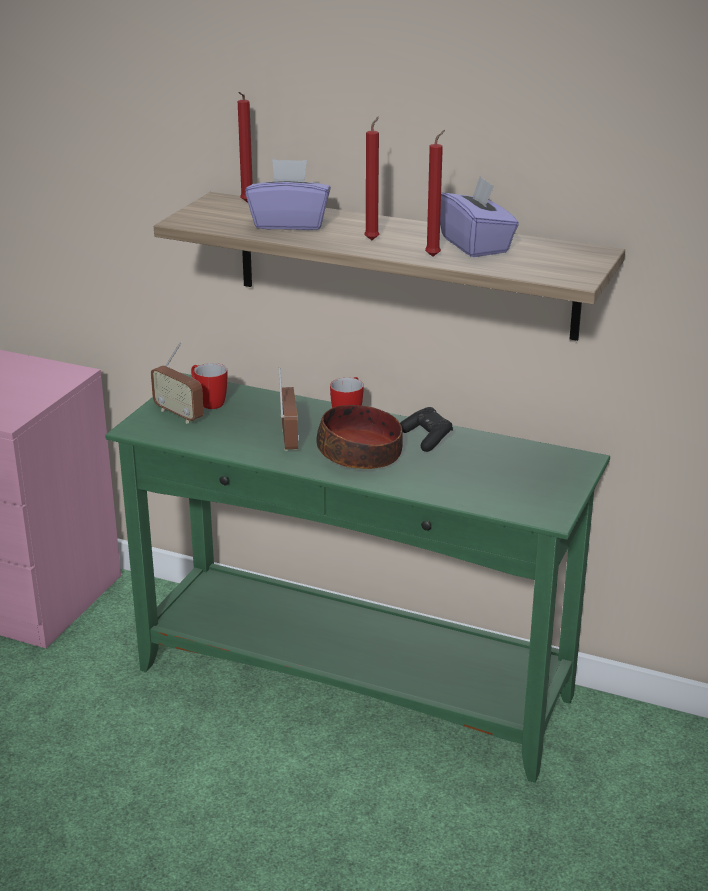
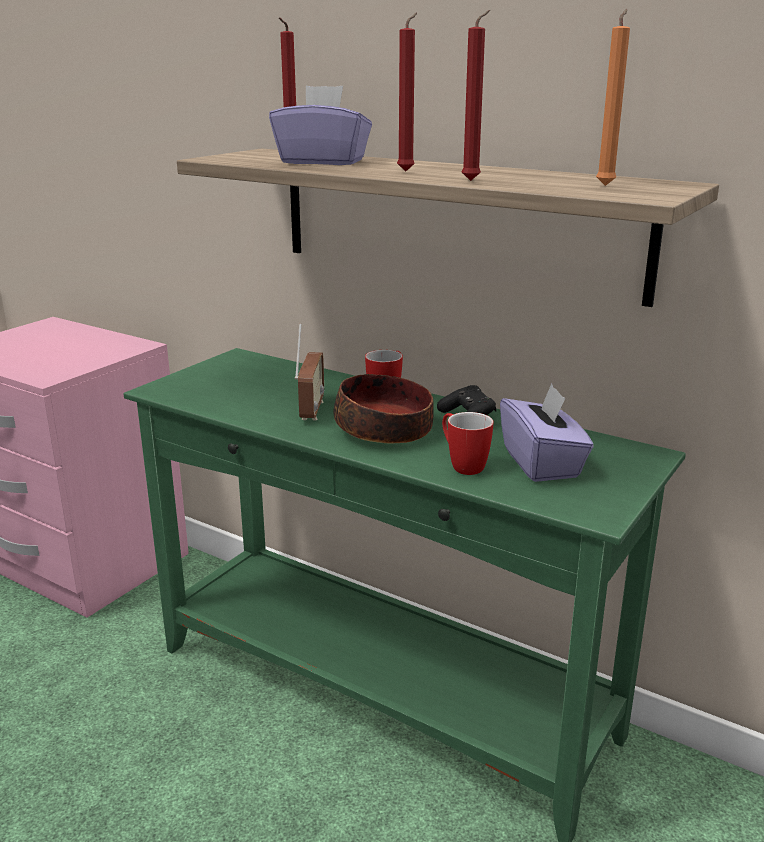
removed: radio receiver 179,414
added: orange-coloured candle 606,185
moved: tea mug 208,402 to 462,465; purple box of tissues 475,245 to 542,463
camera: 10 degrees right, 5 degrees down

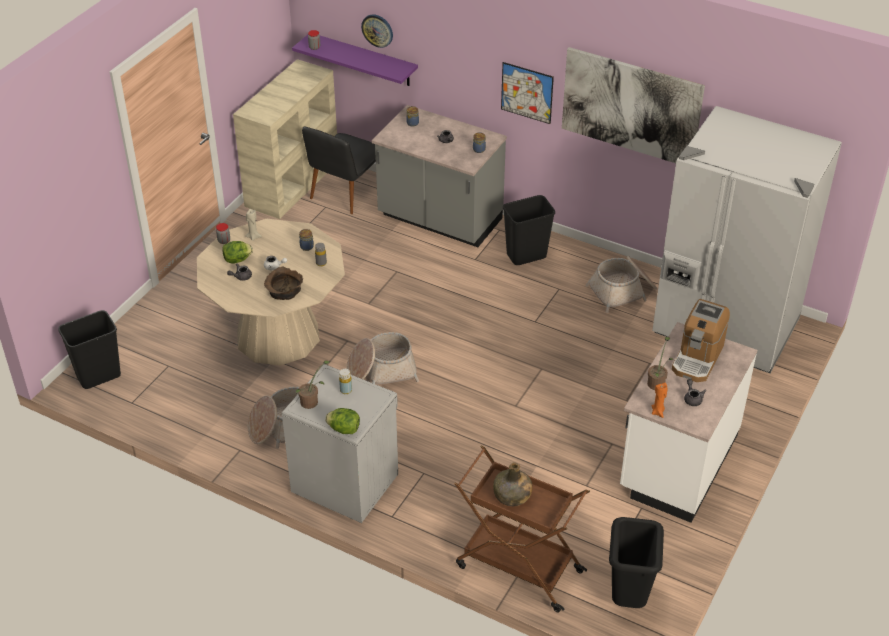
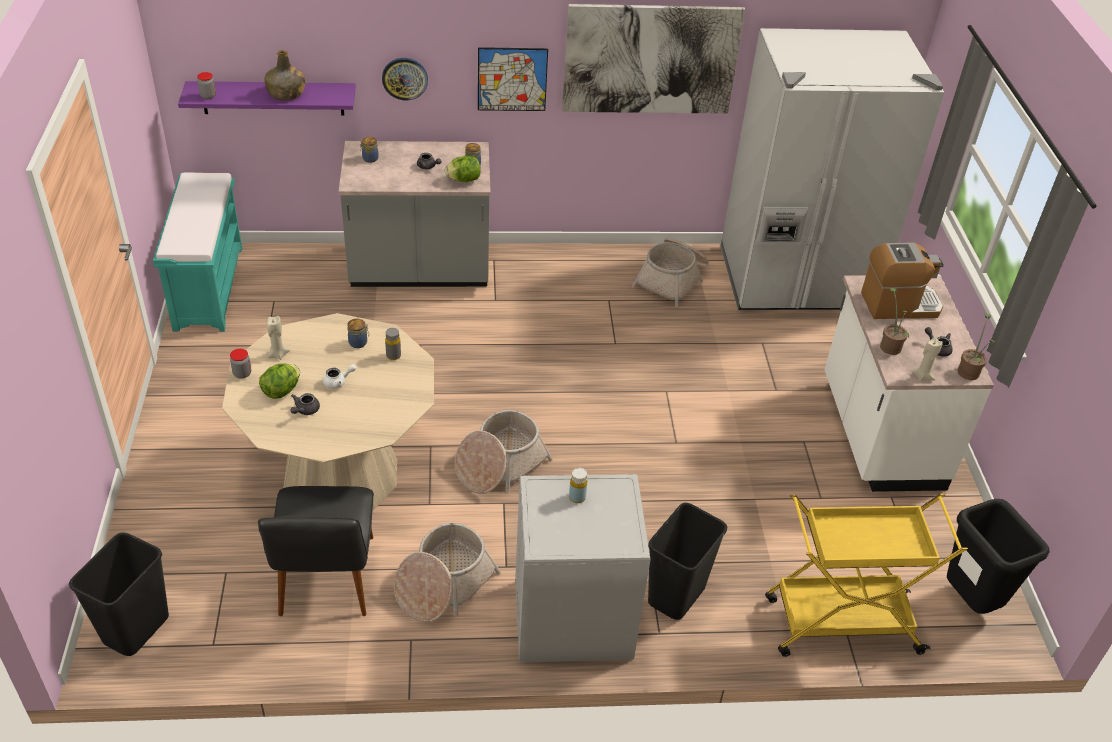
removed: brownish bowl 284,292
moved: blackish chair 346,191 to 327,575; green-coloured bottle 512,496 to 286,94; hanging clock 377,30 to 405,78; lettuce 344,429 to 464,180; blackish trash can 526,255 to 675,594; potted plant 312,401 to 969,370
replaced: beige-coloured bookcase 291,183 to turquoise-coloured indoor bench 208,287
recoloured: brownish cart 518,569 to yellow cart 841,625; orange-coloured candle 658,412 to beige-coloured candle 922,376
turned: coffee machine 697,358 = 899,305 90 degrees counterclockwise
camera: 35 degrees left, 0 degrees up

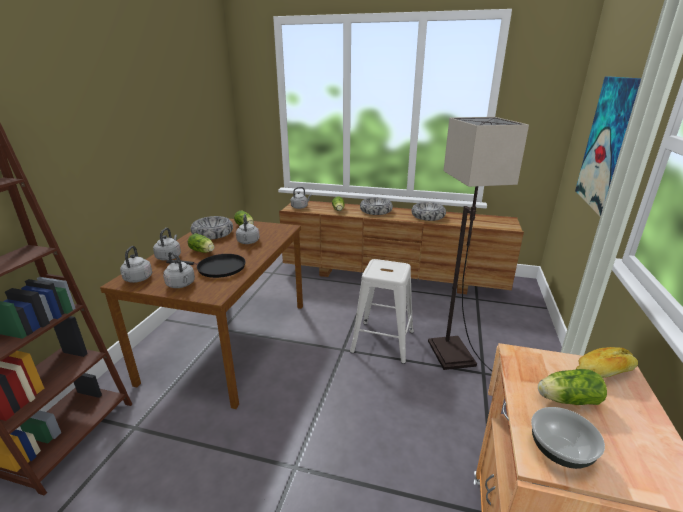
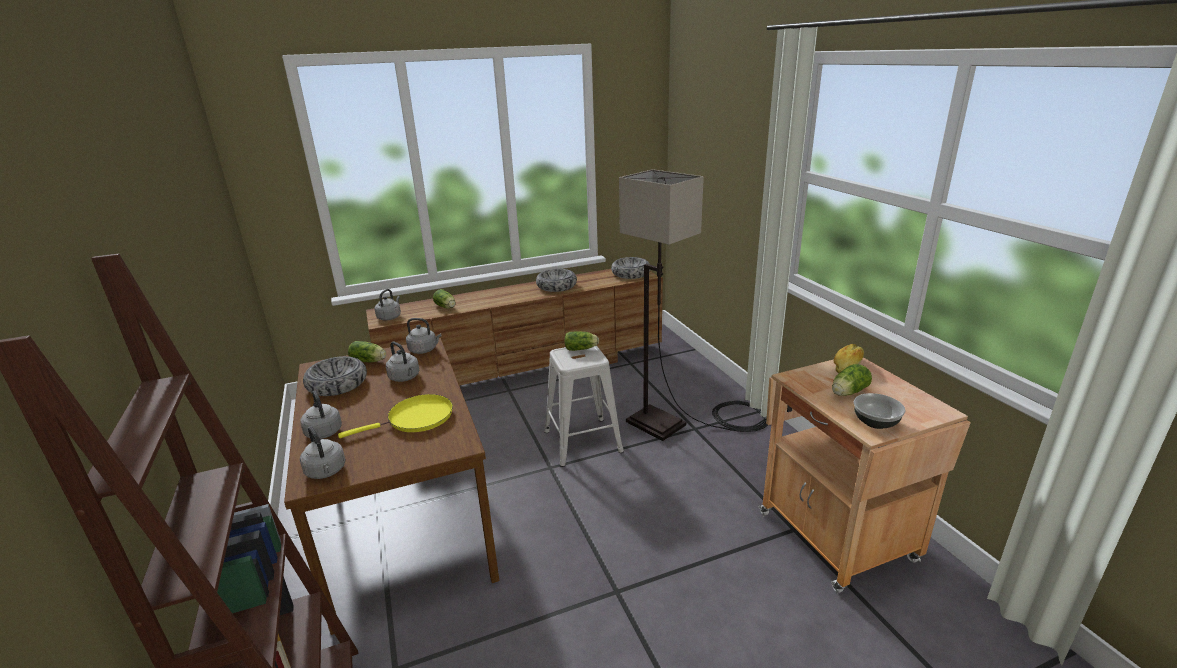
removed: wall picture 609,144
moved: greyish tea kettle 181,284 to 424,350; lettuce 203,251 to 582,349; bowl 375,211 to 630,274
recoloured: blackish skillet 218,268 to yellow skillet 416,419
camera: 35 degrees left, 0 degrees up

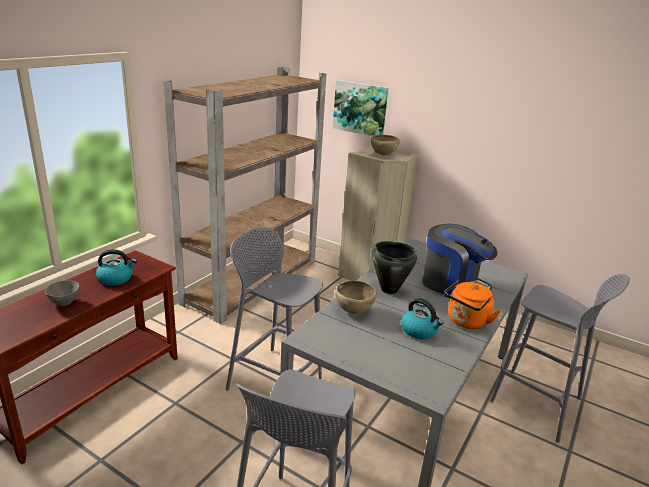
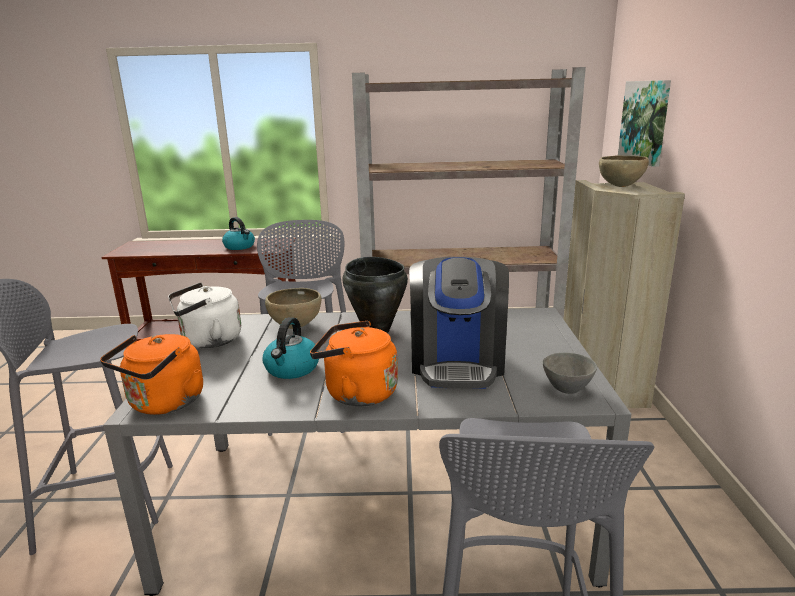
added: orange-coloured tea kettle 164,404; white-coloured tea kettle 208,341
moved: greyish bowl 65,303 to 567,389
camera: 60 degrees right, 5 degrees down

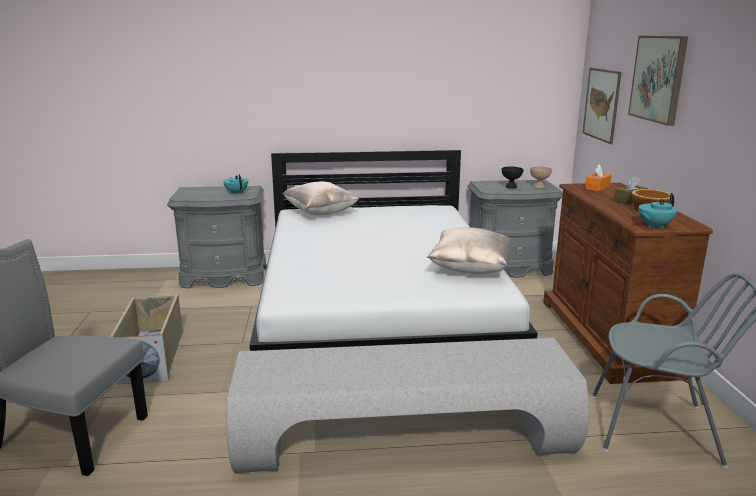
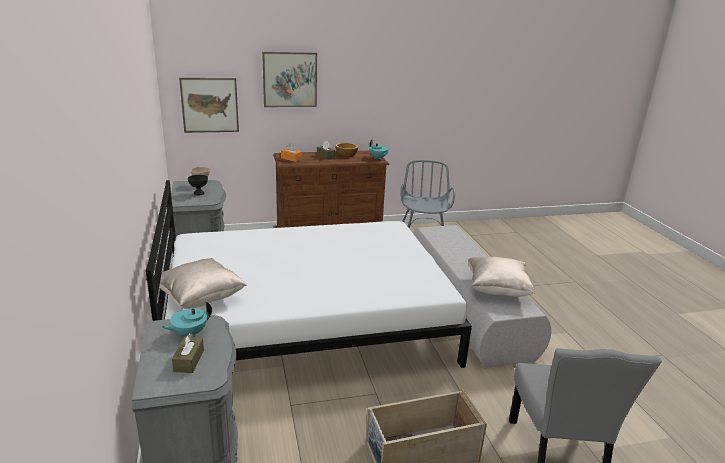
added: brownish box of tissues 189,361
moved: beige-coloured pillow 470,269 to 497,290
camera: 100 degrees left, 5 degrees up

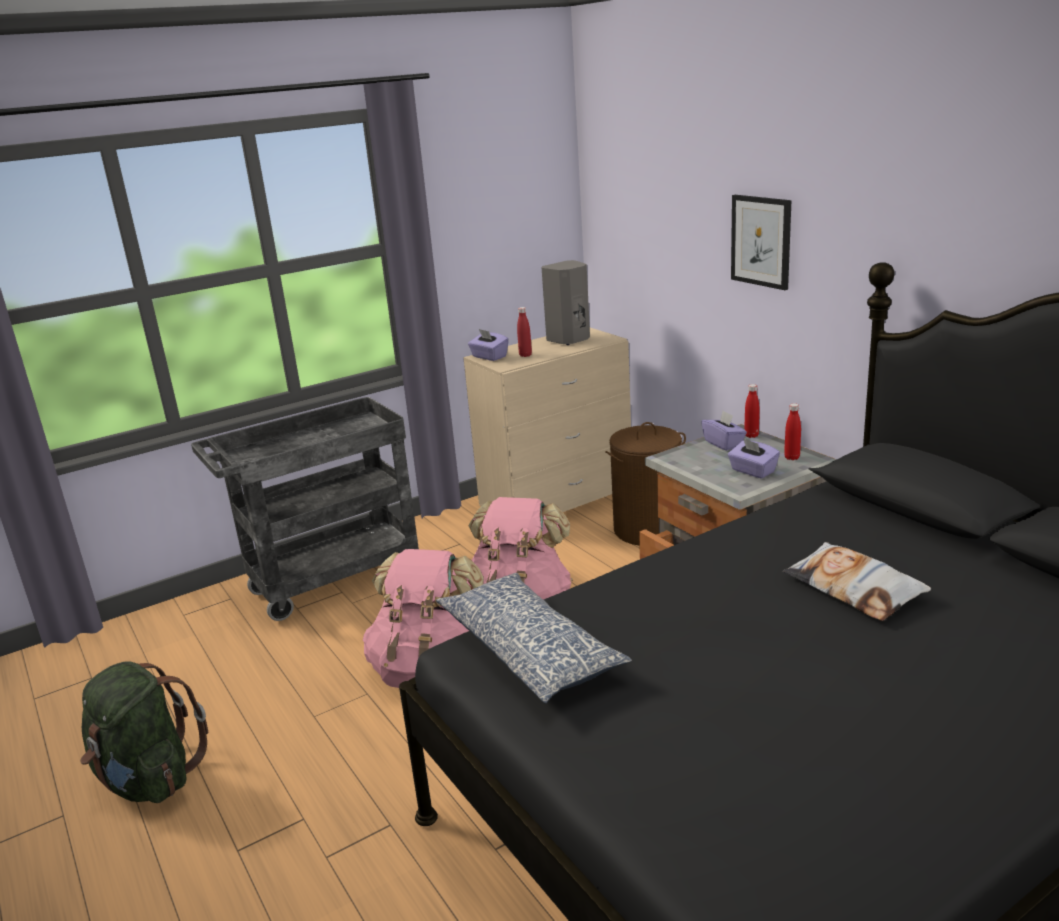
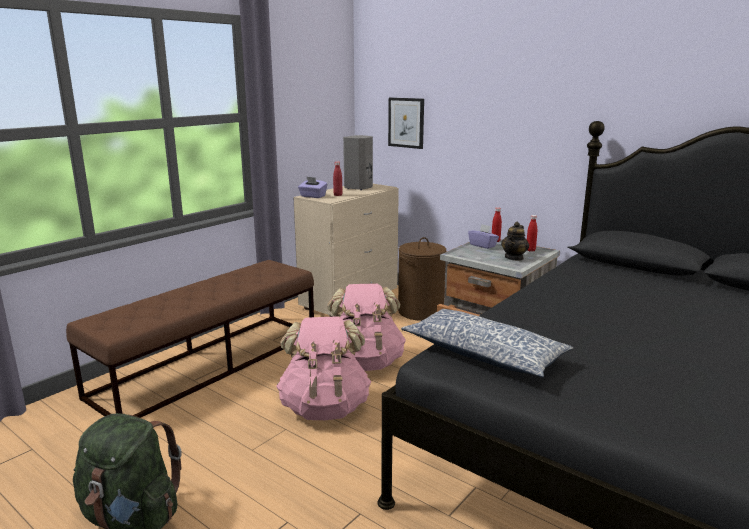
removed: pillow 854,589
moved: wall picture 761,241 to 406,122
replaced: blackish cart 328,586 to brownish indoor bench 210,363; purple box of tissues 752,471 to teapot 514,258
camera: 20 degrees left, 5 degrees down

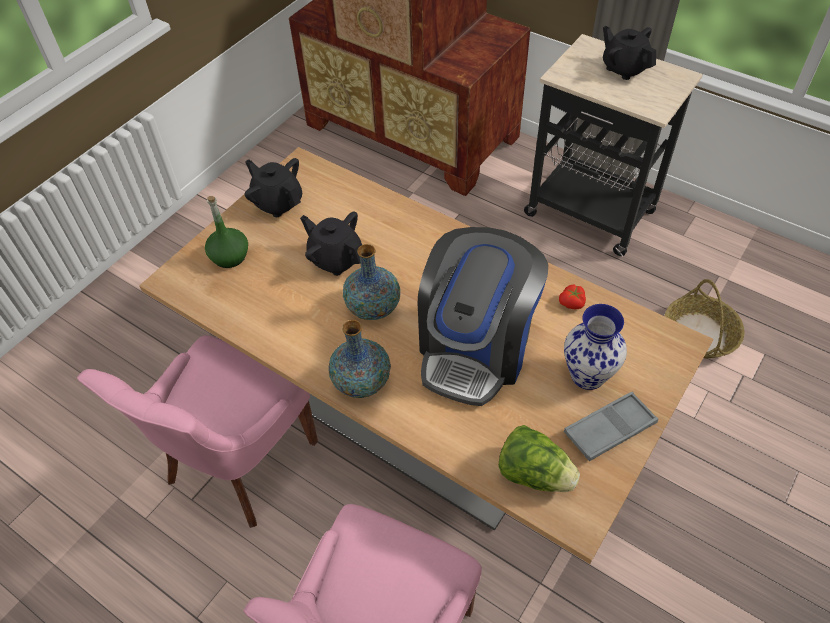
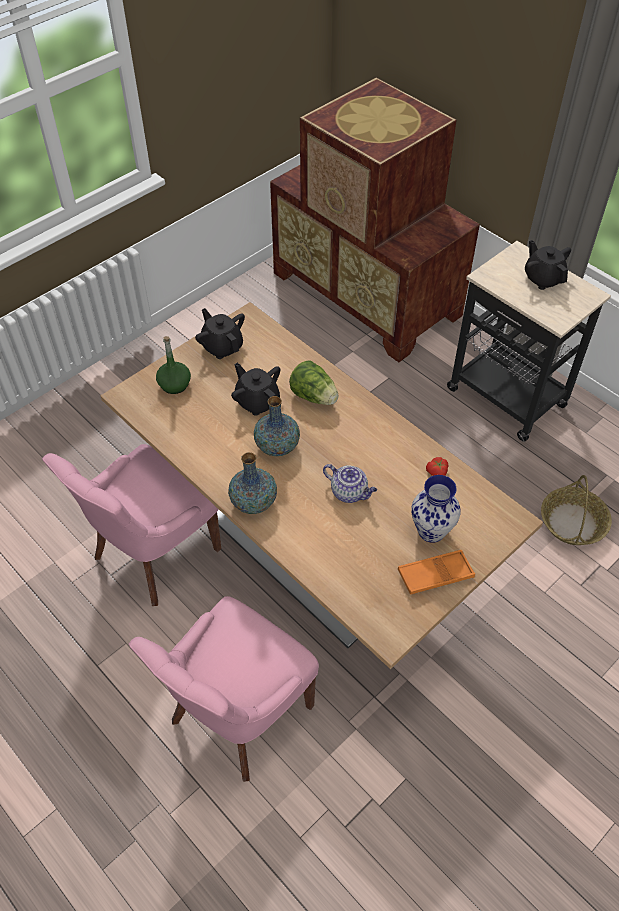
moved: lettuce 534,473 to 314,396
replaced: coffee machine 476,347 to teapot 349,492
recoloured: greyish carrying tray 609,429 to orange-coloured carrying tray 435,575
camera: 10 degrees right, 0 degrees up

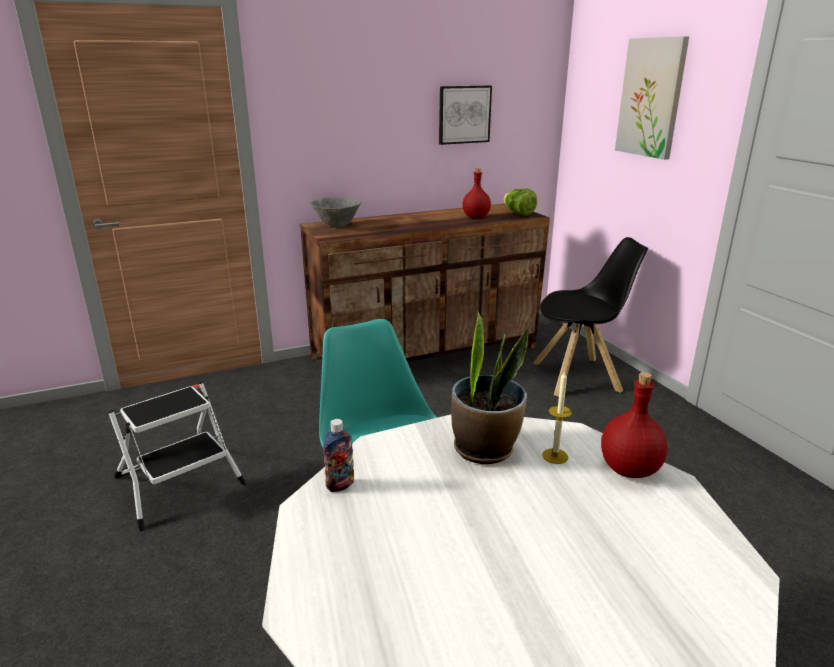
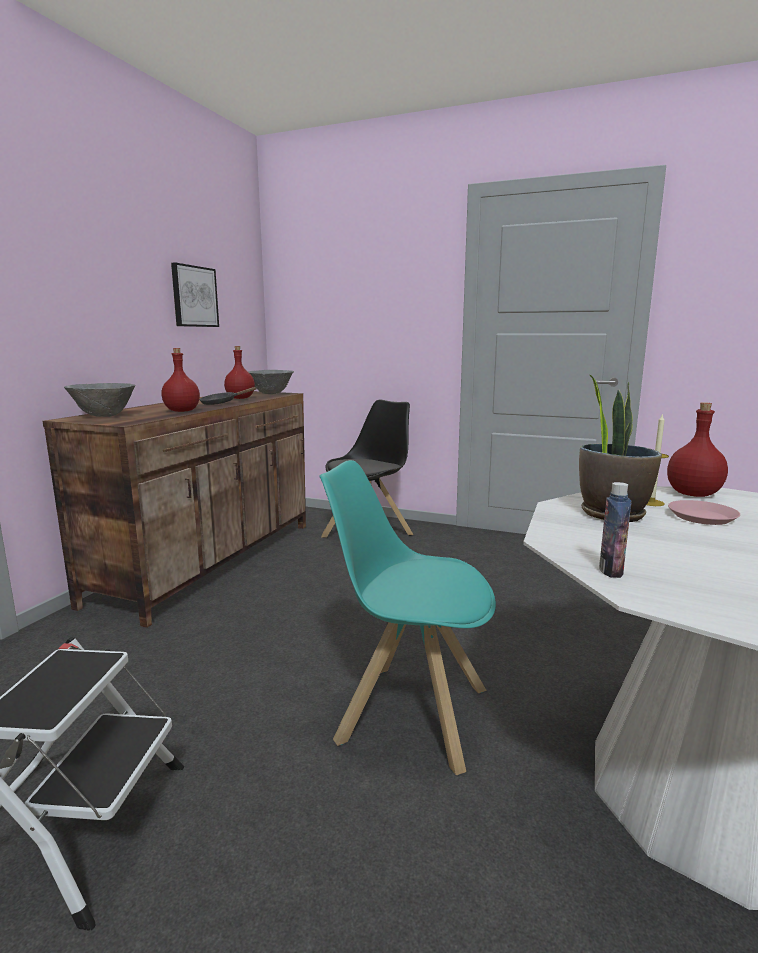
removed: wall picture 651,98
added: reddish bottle 182,411; blackish skillet 222,403; pink dinner plate 702,517
replaced: lettuce 518,213 to greyish bowl 271,394
camera: 45 degrees left, 10 degrees down

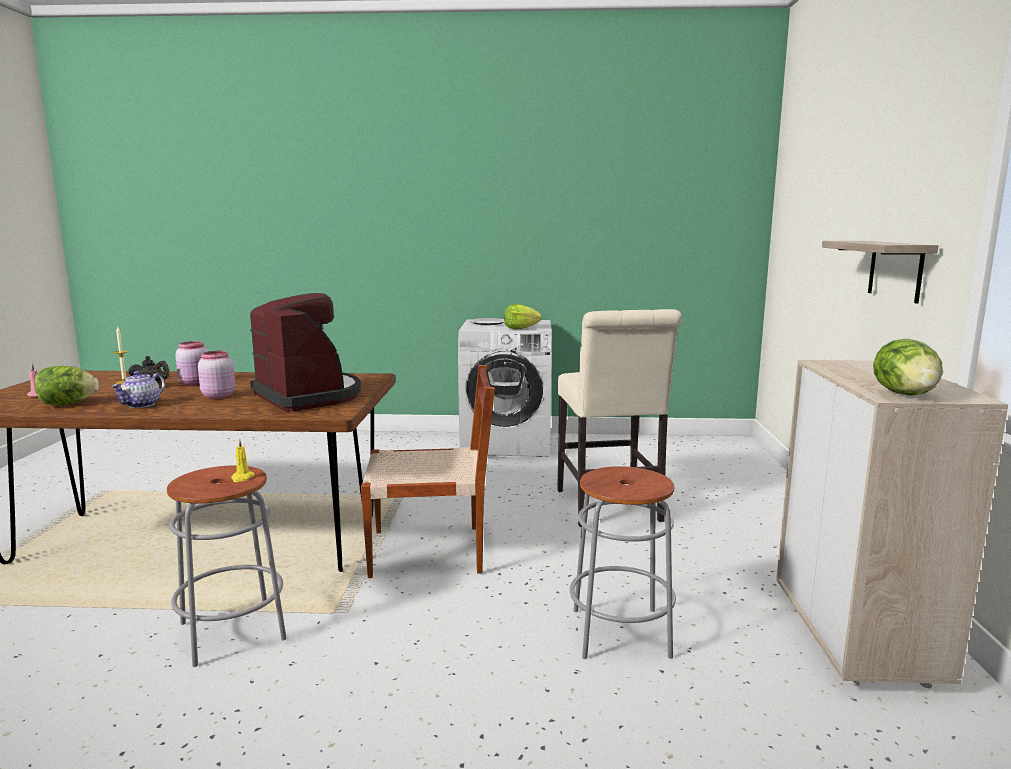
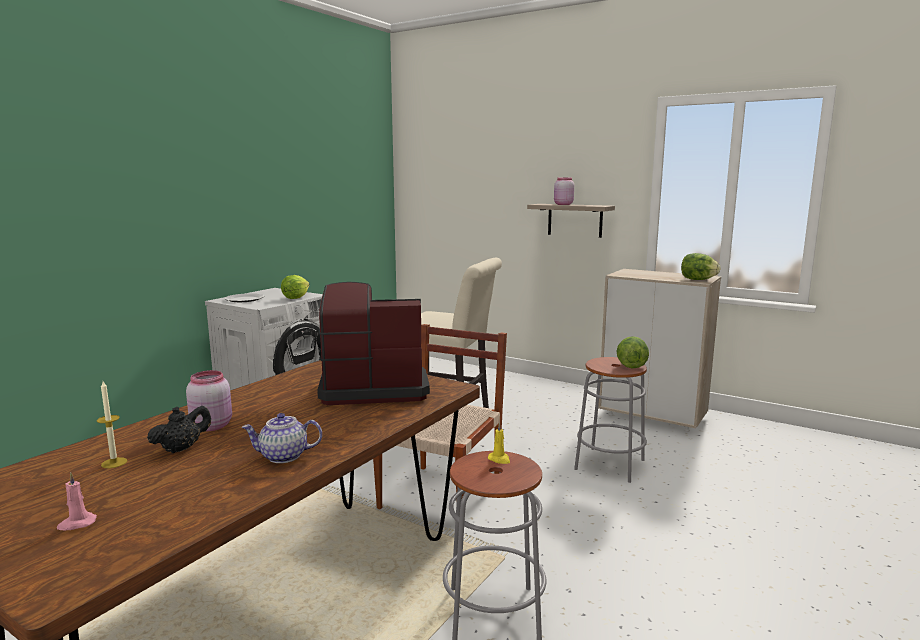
moved: pink jar 218,396 to 562,204; lettuce 67,404 to 631,366
turned: teapot 141,405 = 283,456 120 degrees clockwise
camera: 60 degrees left, 0 degrees up

